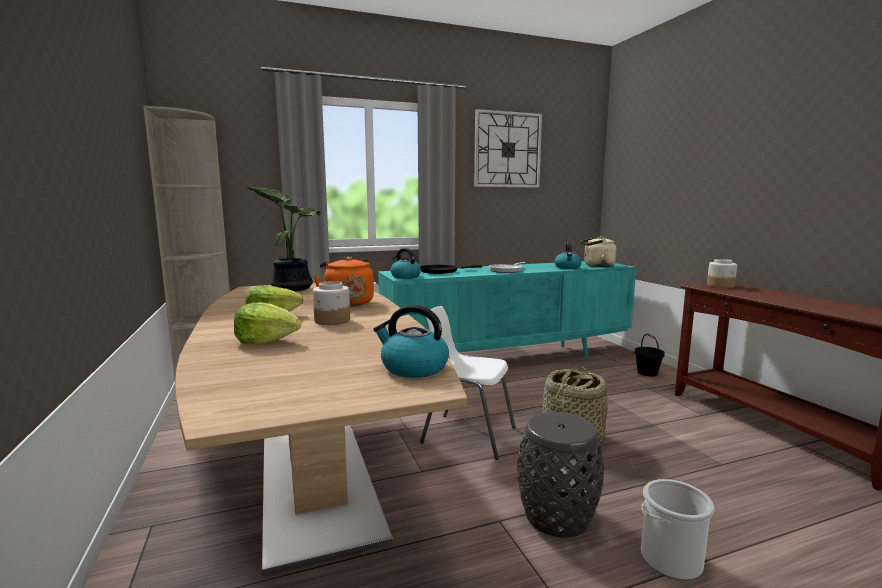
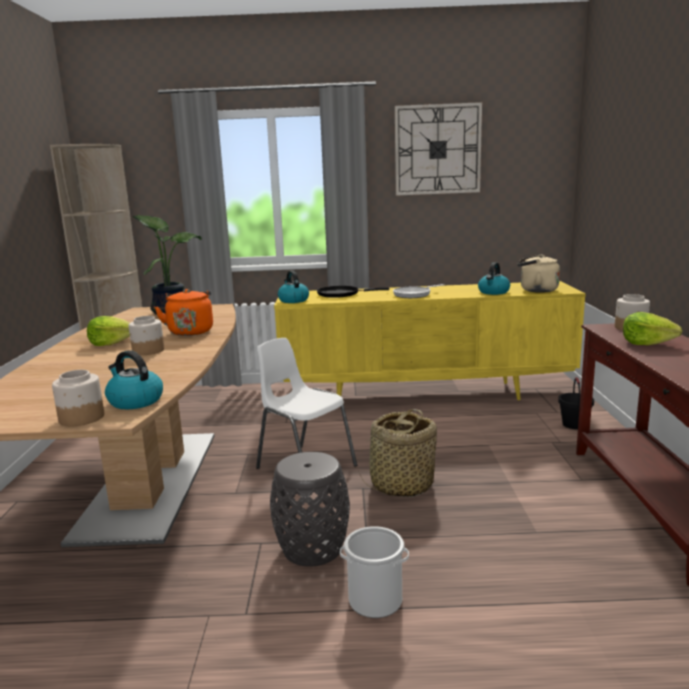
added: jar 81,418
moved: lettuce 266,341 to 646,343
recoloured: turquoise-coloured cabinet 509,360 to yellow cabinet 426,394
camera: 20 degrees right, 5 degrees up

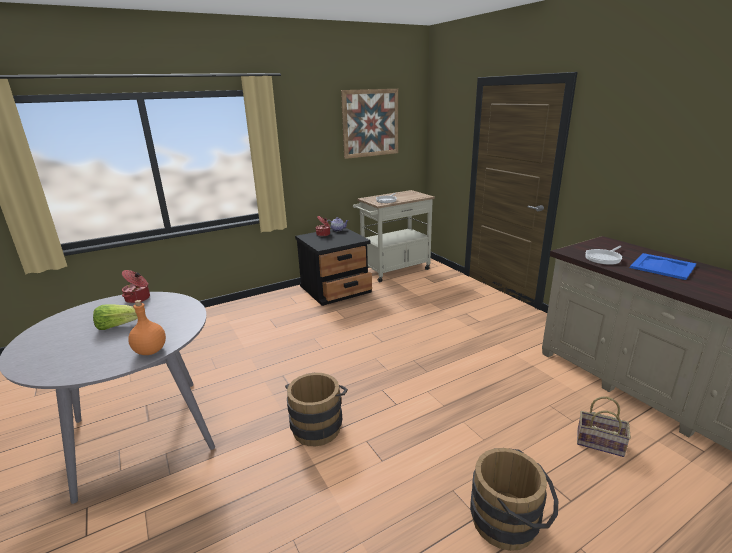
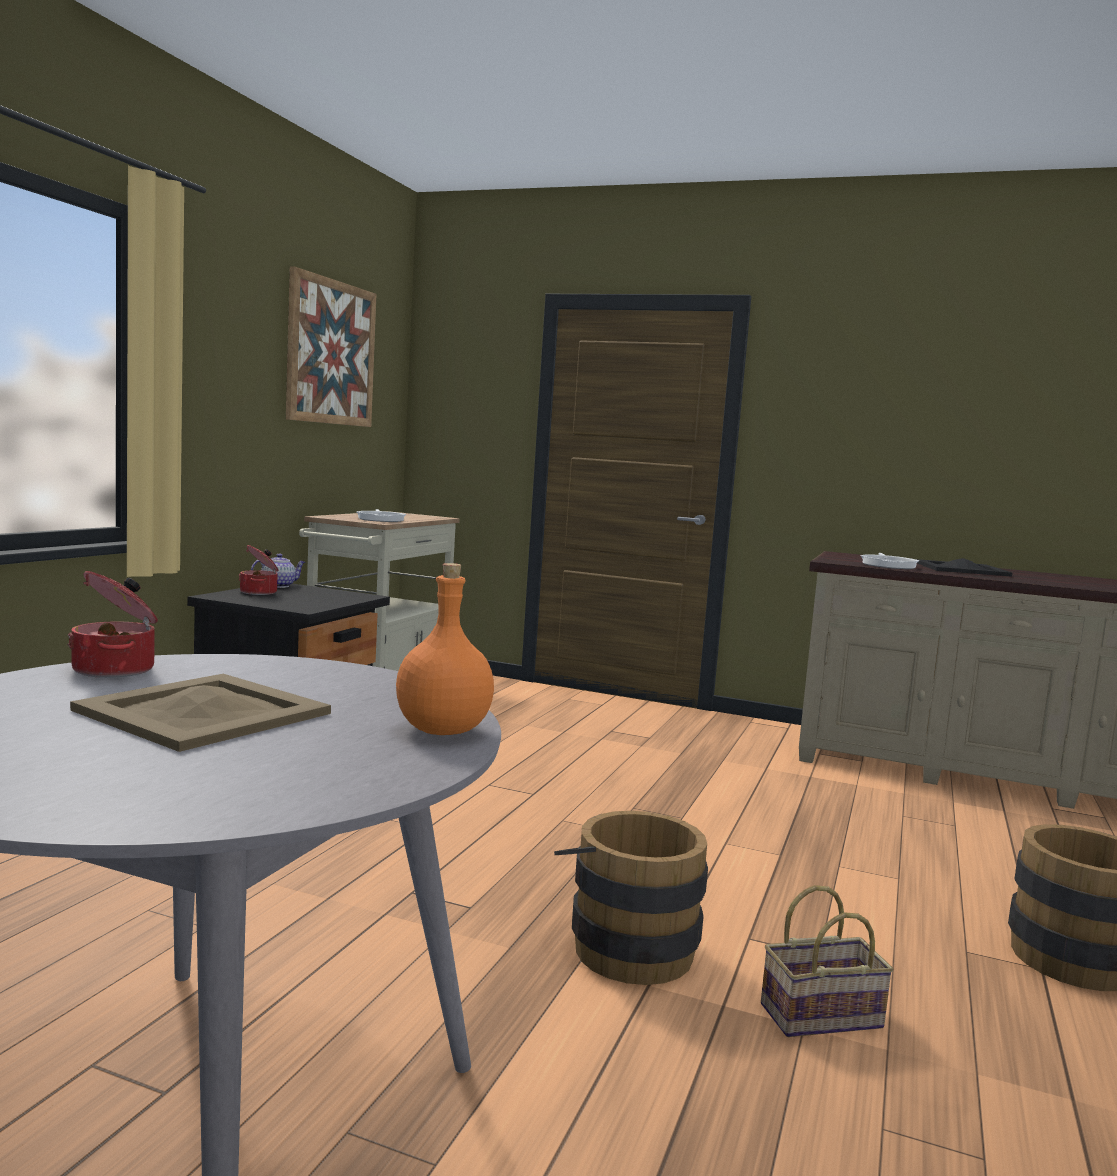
moved: basket 601,443 to 822,1014
replaced: lettuce 117,326 to beige-coloured carrying tray 201,712
recoloured: blue-coloured carrying tray 662,266 to blackish carrying tray 960,569
camera: 40 degrees left, 15 degrees down

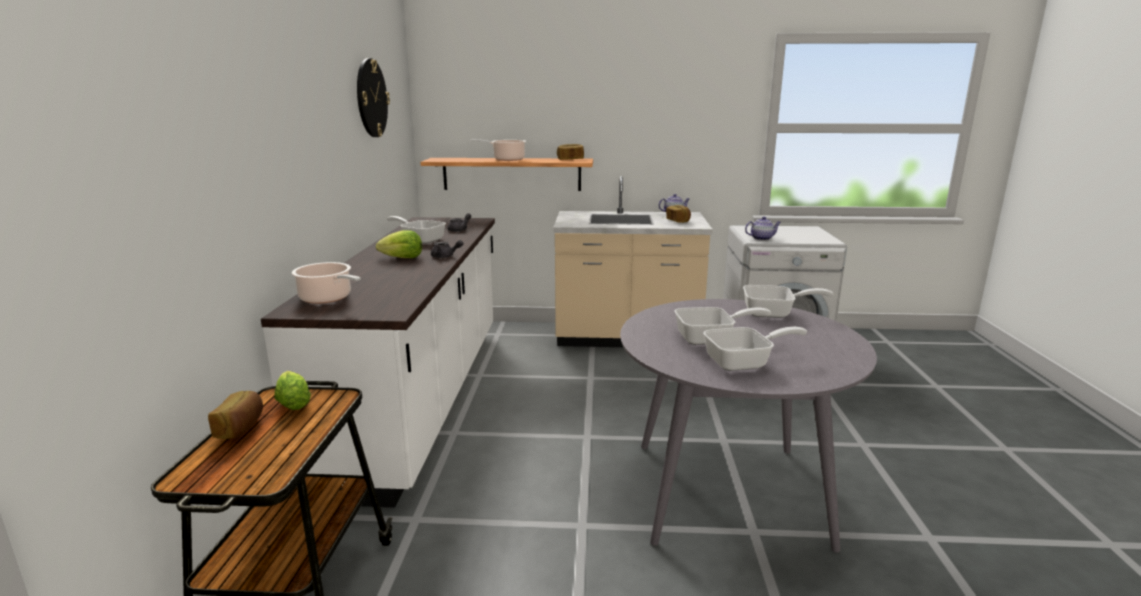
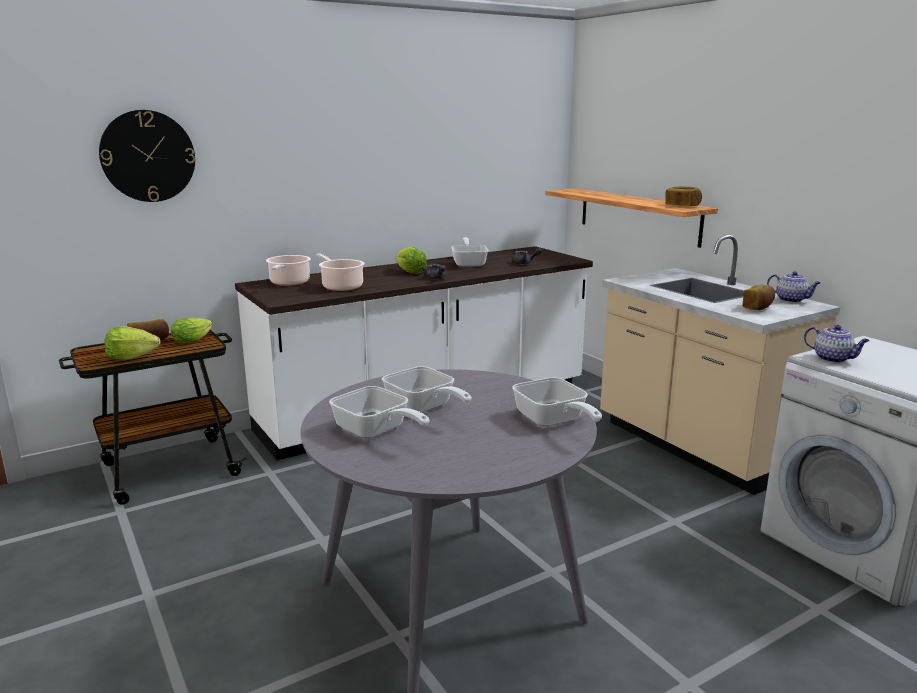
added: lettuce 131,357
moved: hanging clock 371,98 to 148,156; saucepot 506,159 to 341,286
camera: 55 degrees right, 0 degrees up

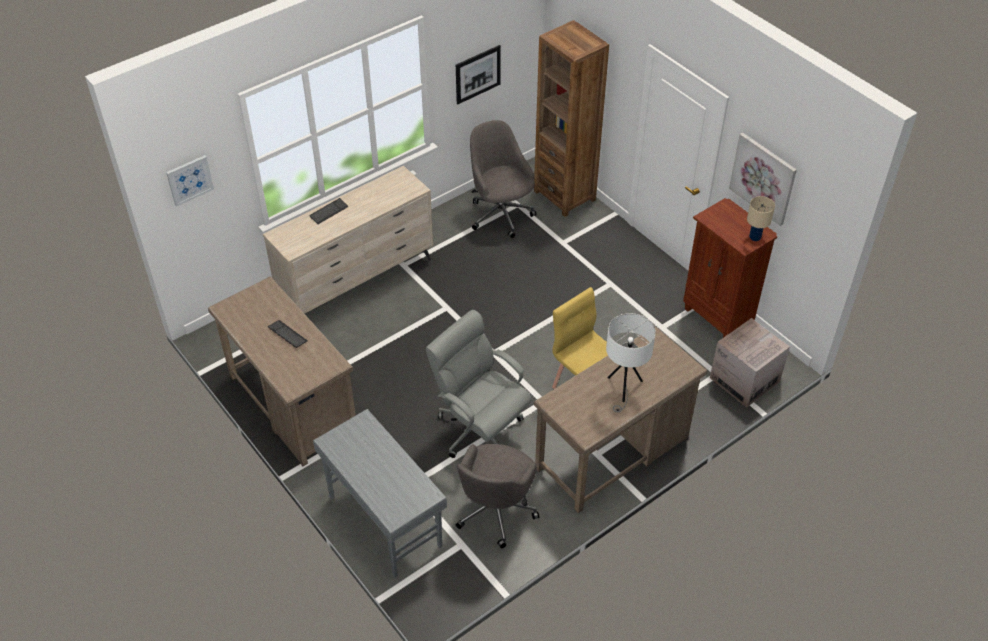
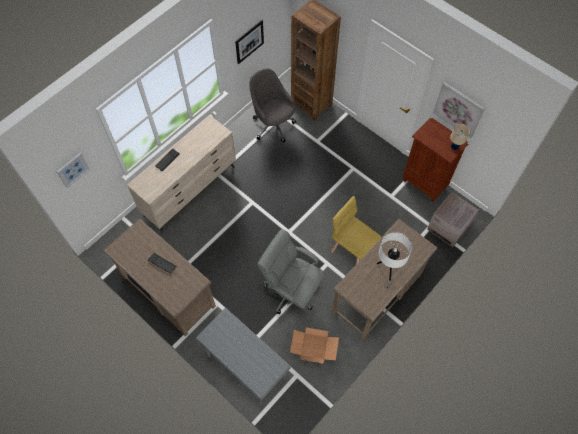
replaced: greyish computer chair 496,512 to packing box 313,348
camera: 10 degrees left, 15 degrees up

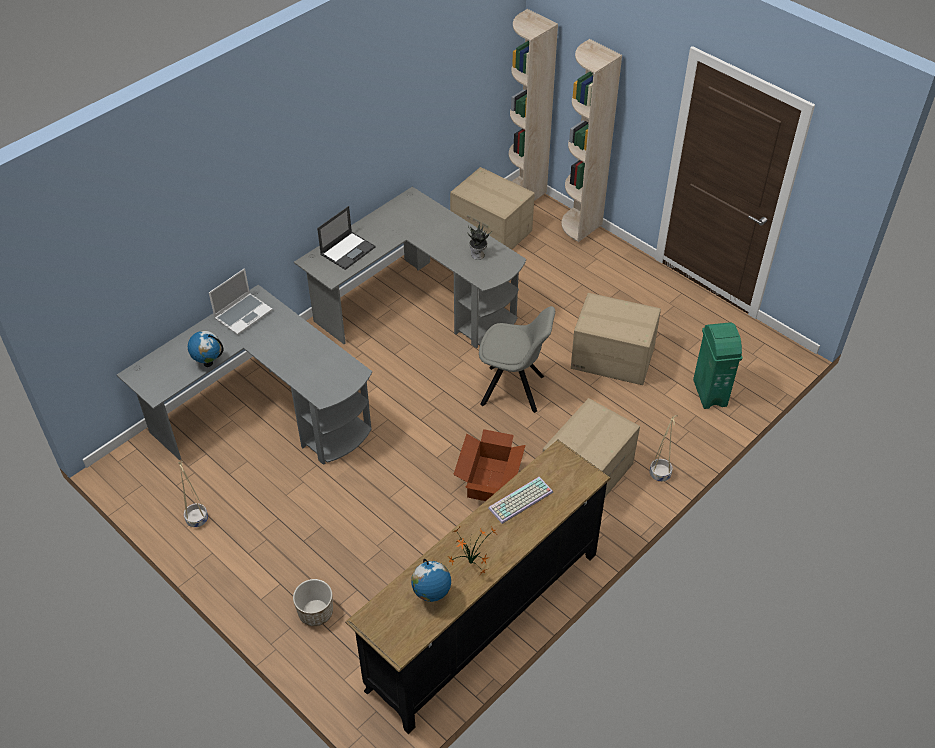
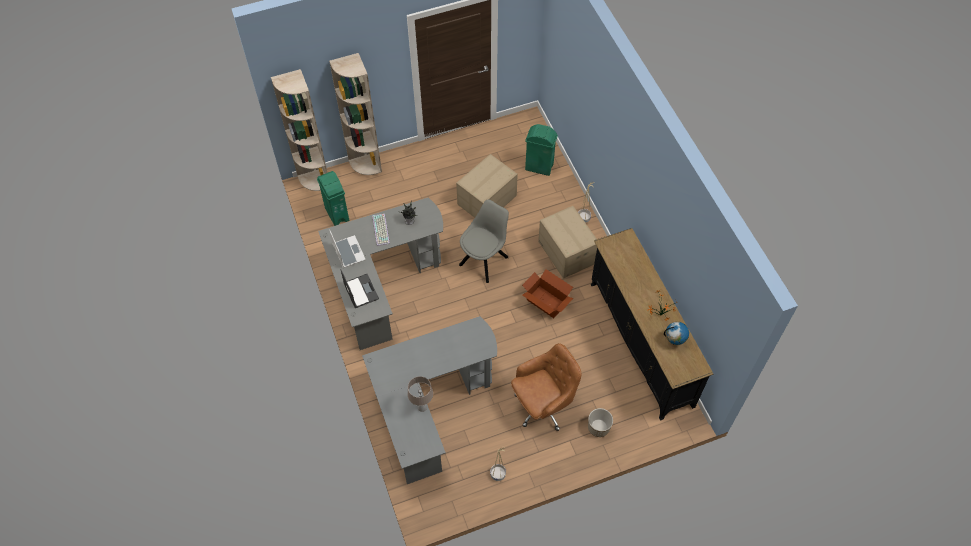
added: brownish computer chair 542,406
moved: notebook computer 243,314 to 348,252; PC keyboard 520,501 to 381,230
replaced: packing box 491,230 to green-coloured trash can 337,214; world globe 208,363 to beige-coloured table lamp 422,407
camera: 65 degrees left, 10 degrees up

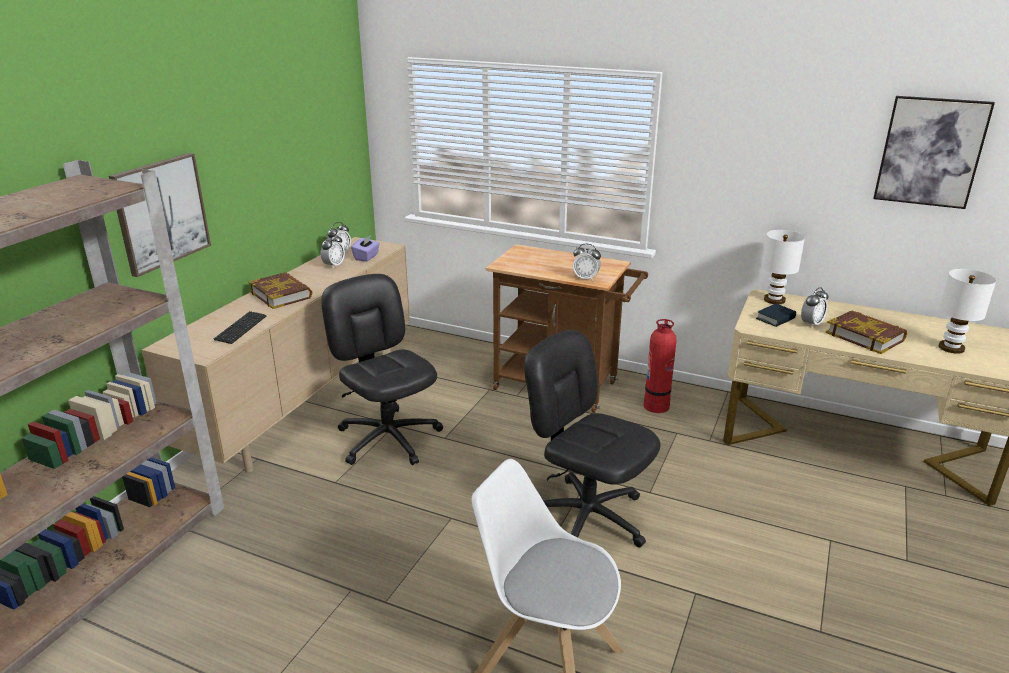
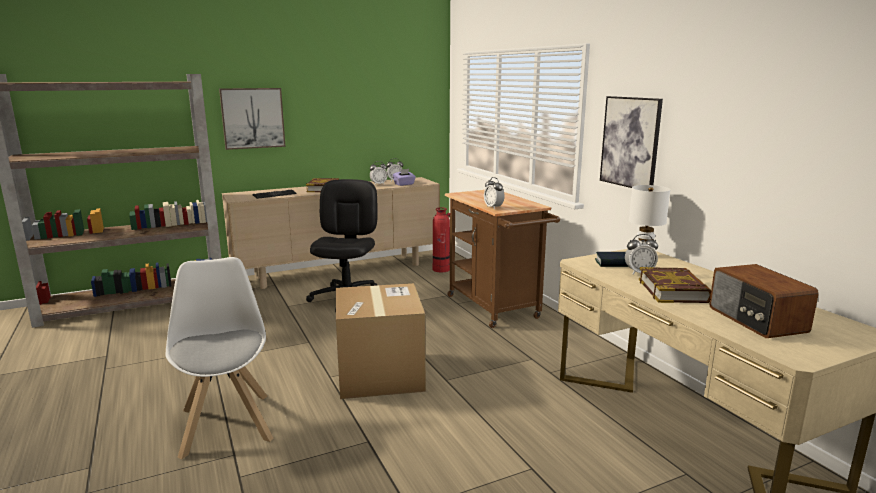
moved: fire extinguisher 656,405 to 441,269; wall picture 930,152 to 630,142
replaced: blackish computer chair 587,517 to packing box 380,374; white-coloured table lamp 951,348 to radio receiver 755,320
camera: 40 degrees right, 10 degrees down

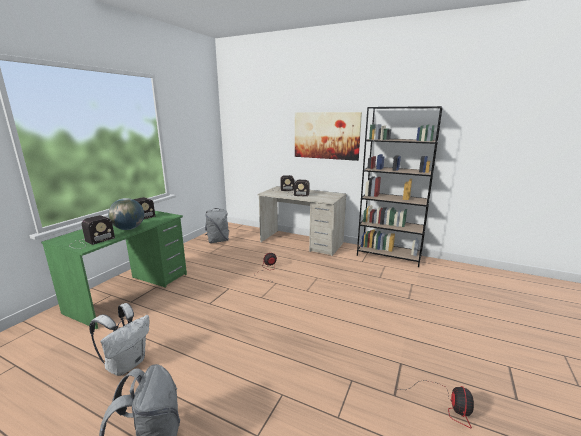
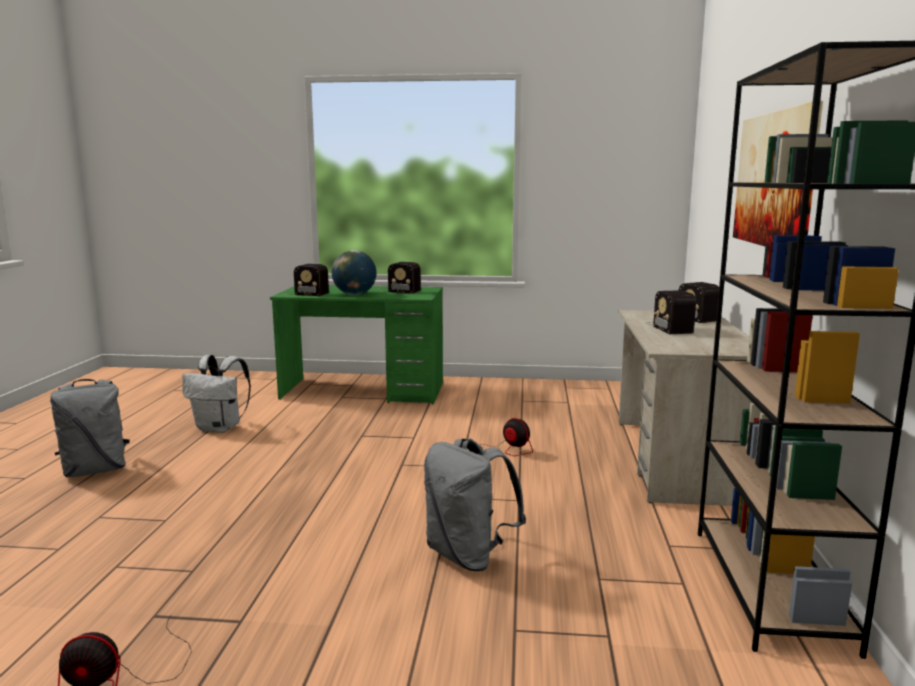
moved: greyish knapsack 218,241 to 468,556
camera: 70 degrees right, 5 degrees down

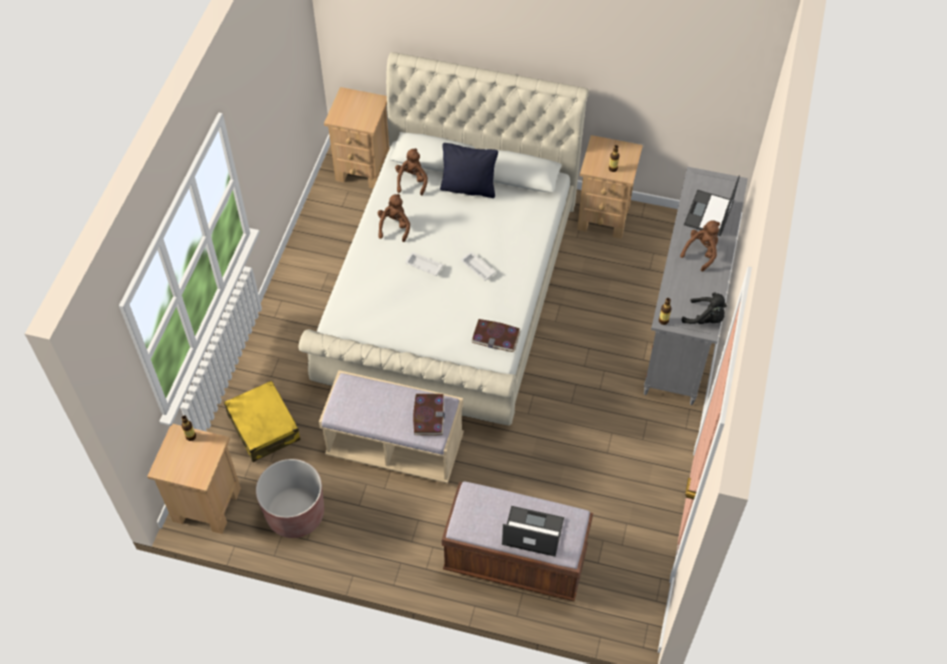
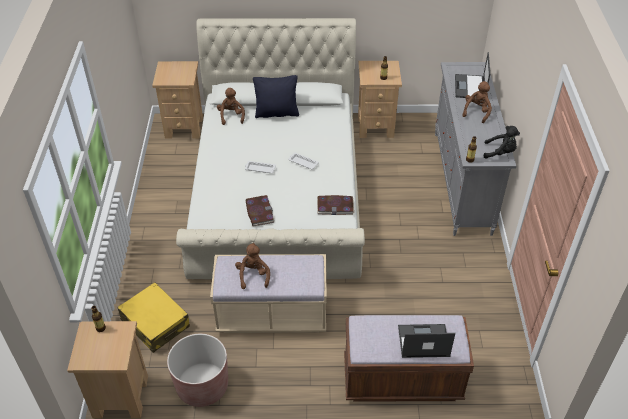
moved: brownish soft toy 394,227 to 253,275; book 428,415 to 259,212
camera: 15 degrees left, 10 degrees down

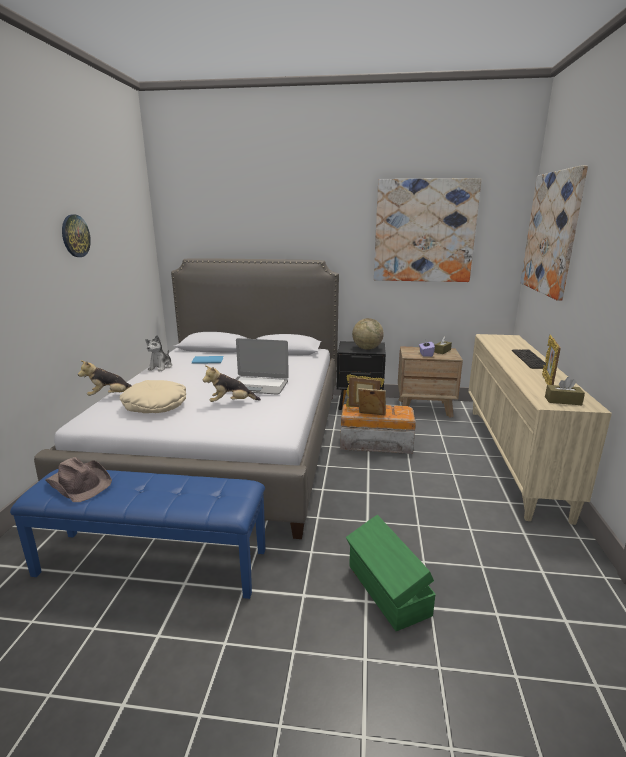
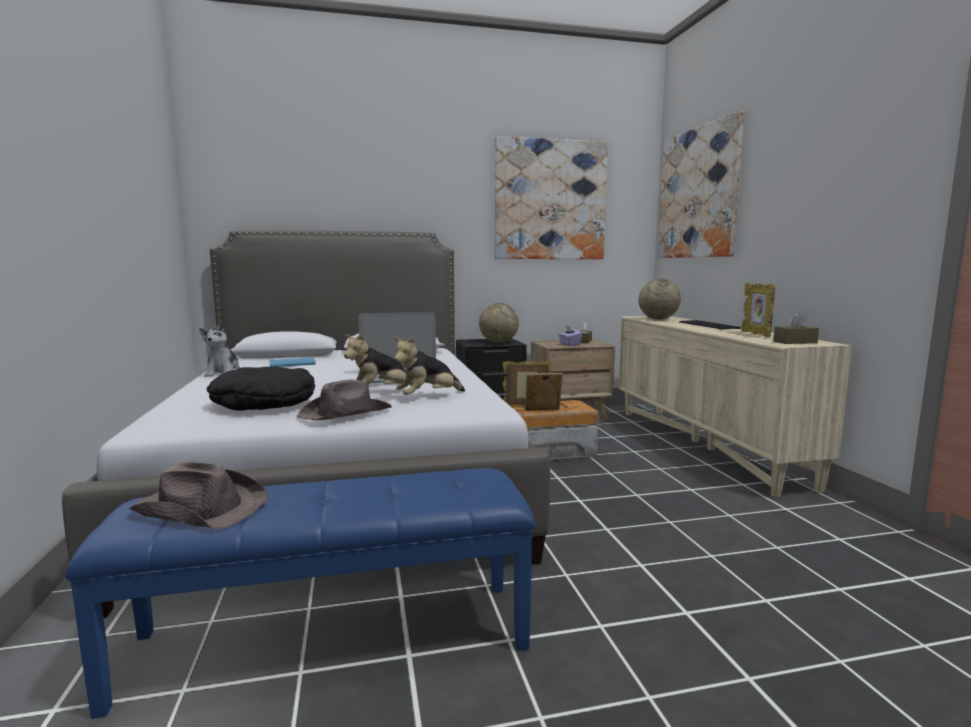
removed: hanging clock 75,236; green-coloured storage container 387,591
added: brownish wearable hat 346,413; world globe 658,319
moved: soft toy 111,396 to 428,397
recoloured: beige-coloured pillow 156,405 to blackish pillow 266,403
camera: 20 degrees left, 10 degrees down

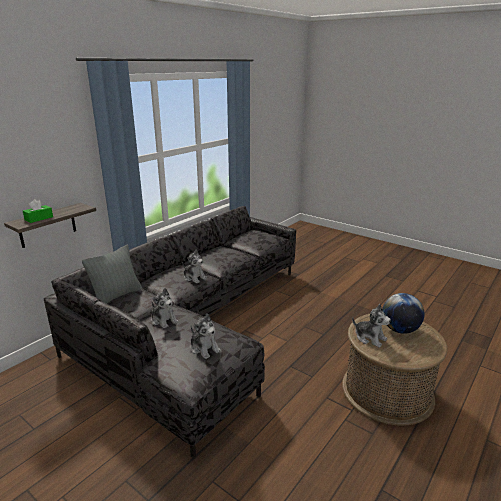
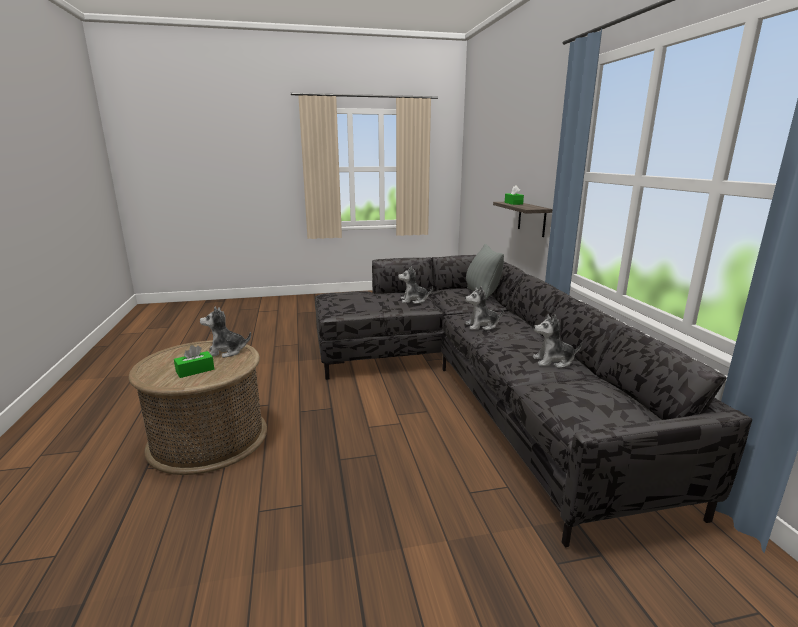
moved: soft toy 204,348 to 553,361
replaced: world globe 400,330 to green-coloured box of tissues 195,370
camera: 130 degrees right, 5 degrees down

